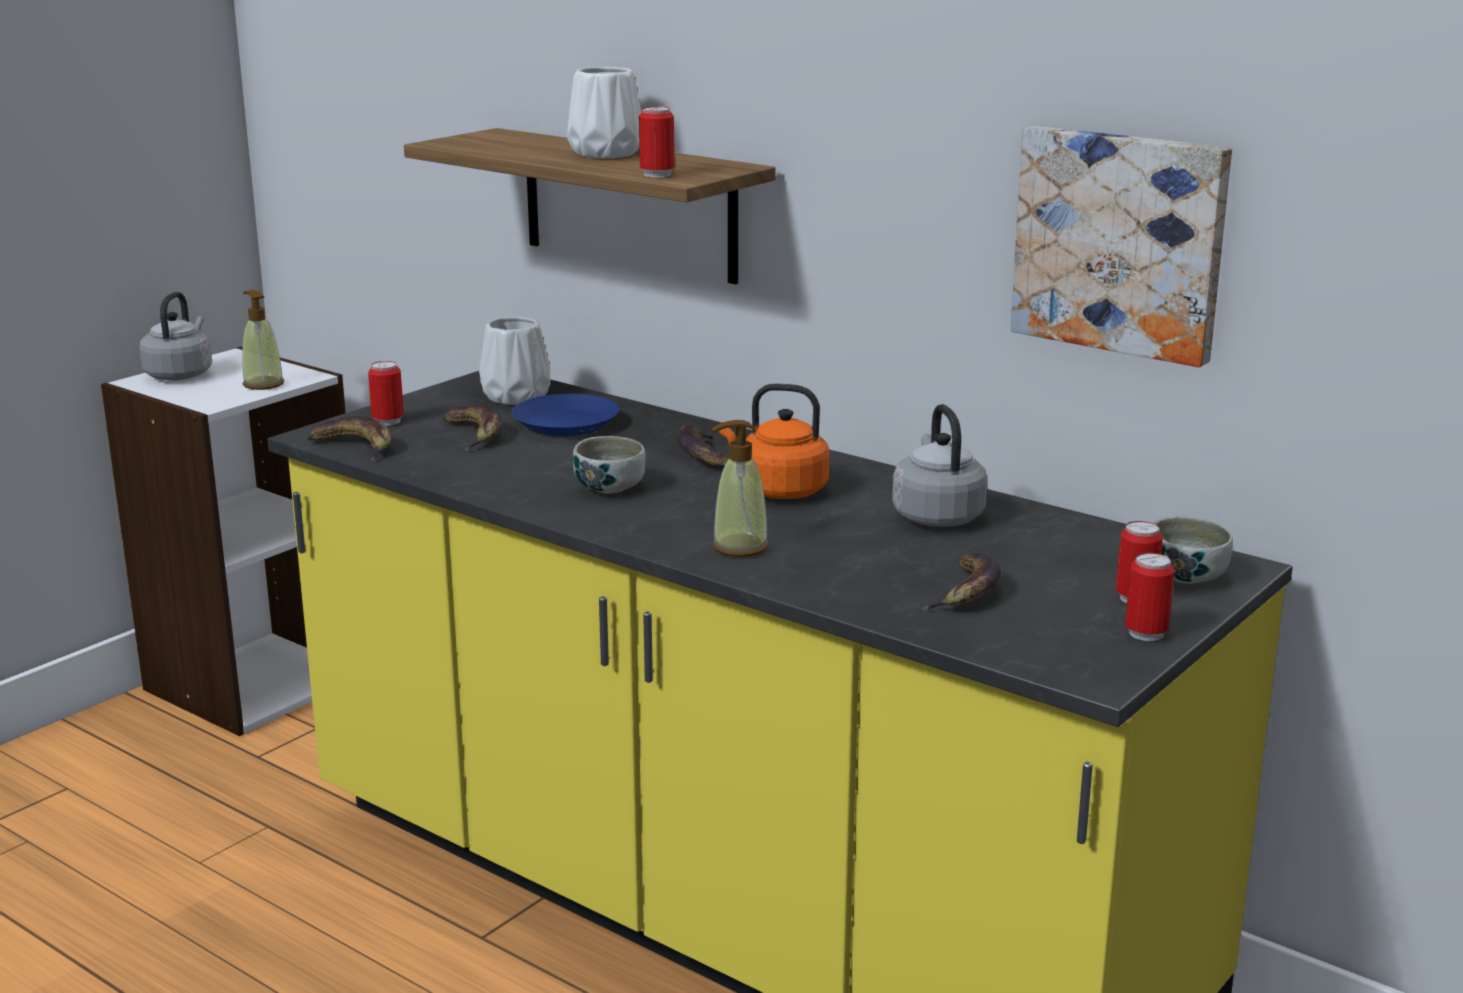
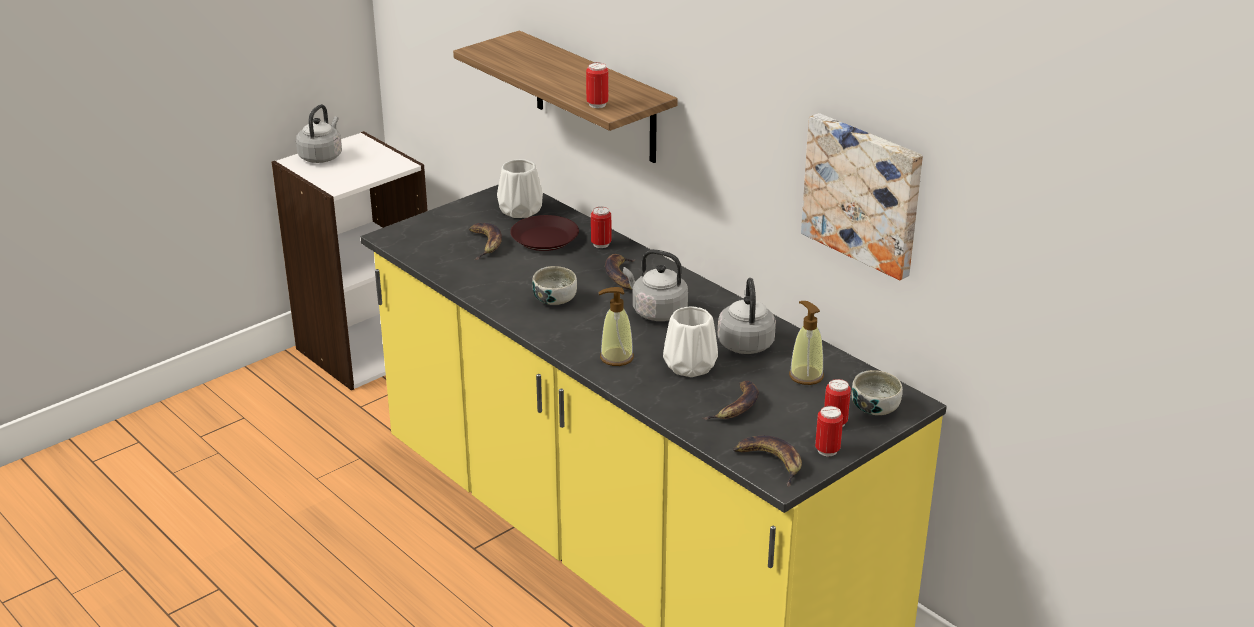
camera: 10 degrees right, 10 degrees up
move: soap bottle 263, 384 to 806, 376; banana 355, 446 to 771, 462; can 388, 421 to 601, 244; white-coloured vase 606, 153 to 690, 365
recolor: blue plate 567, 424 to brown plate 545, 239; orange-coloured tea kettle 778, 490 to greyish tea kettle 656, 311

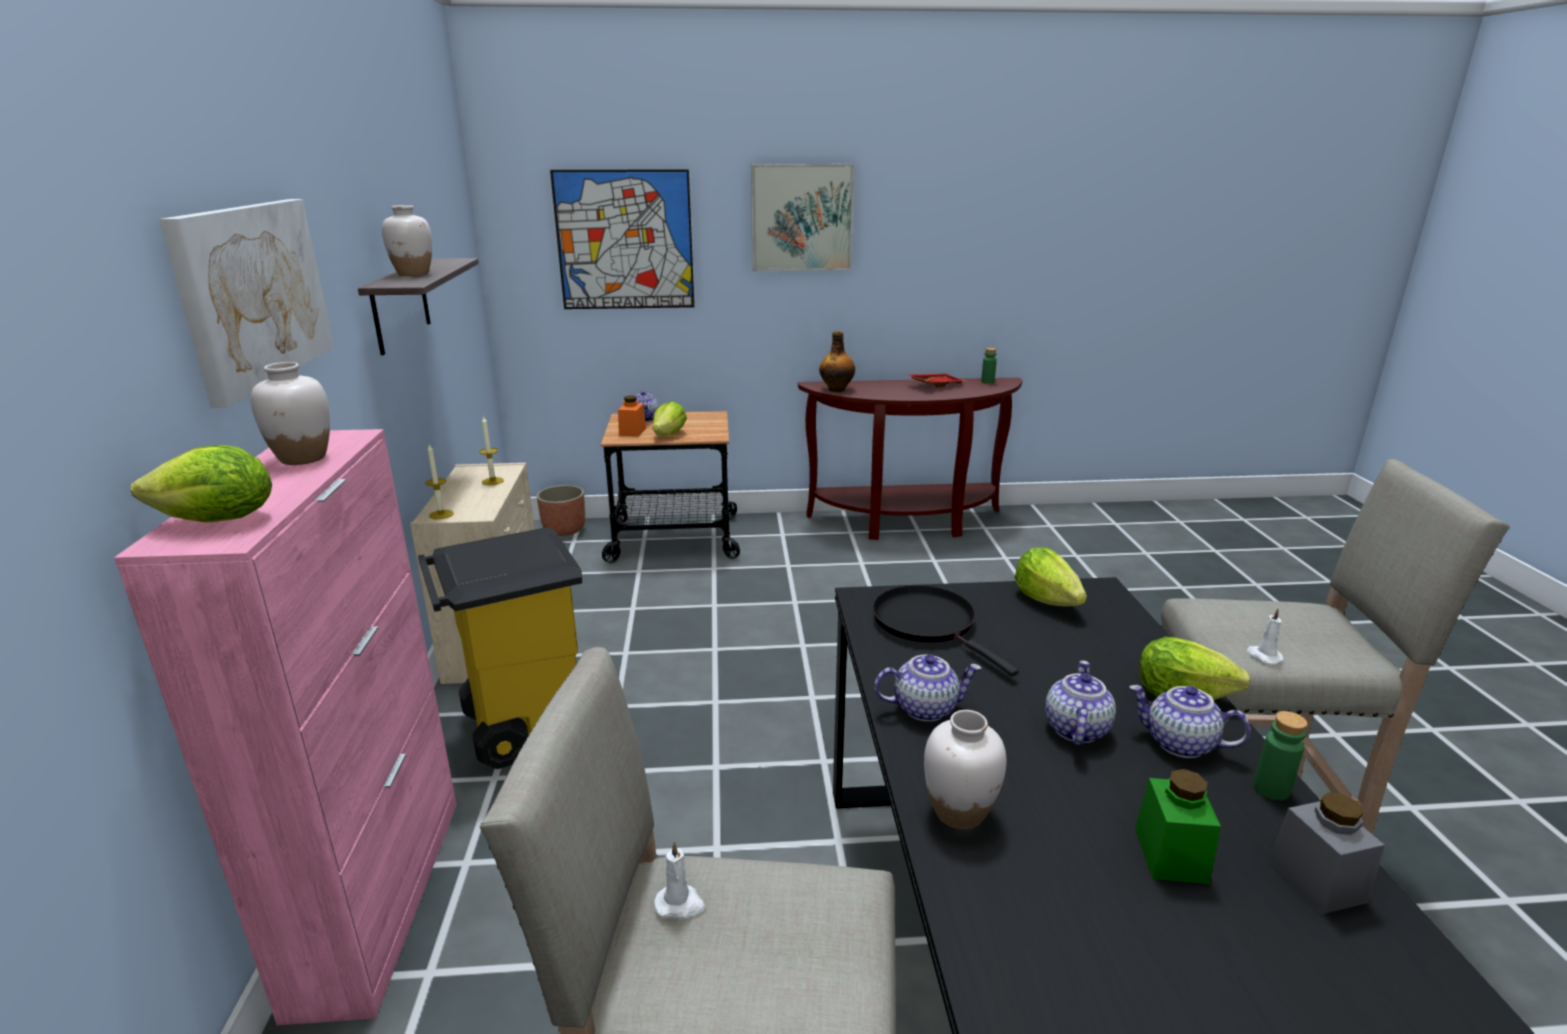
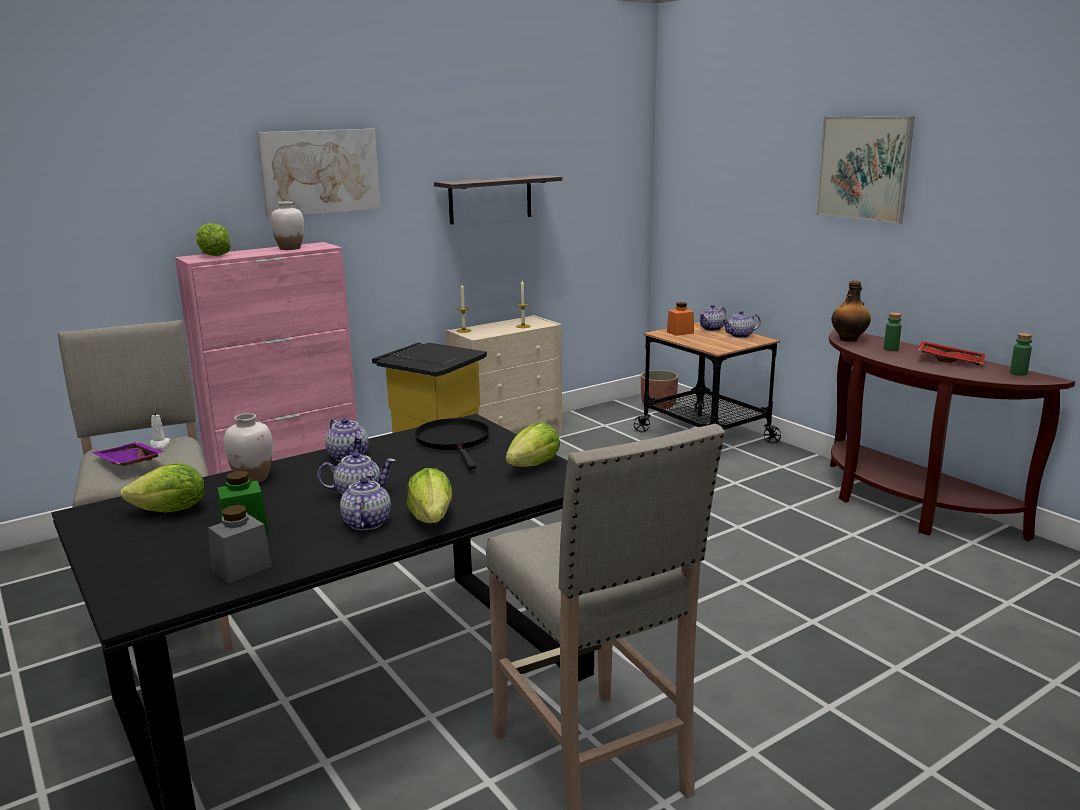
camera: 60 degrees right, 5 degrees down
delete: white-coloured vase 413, 274; picture 625, 240; white-coloured wax light 1263, 656
insert: purplish carrying tray 128, 464; tea pot 740, 336
move: lettuce 669, 434 to 171, 511; green drink bottle 1271, 789 to 890, 349
rotate: blackish frying pan 929, 623 = 454, 441 45 degrees counterclockwise

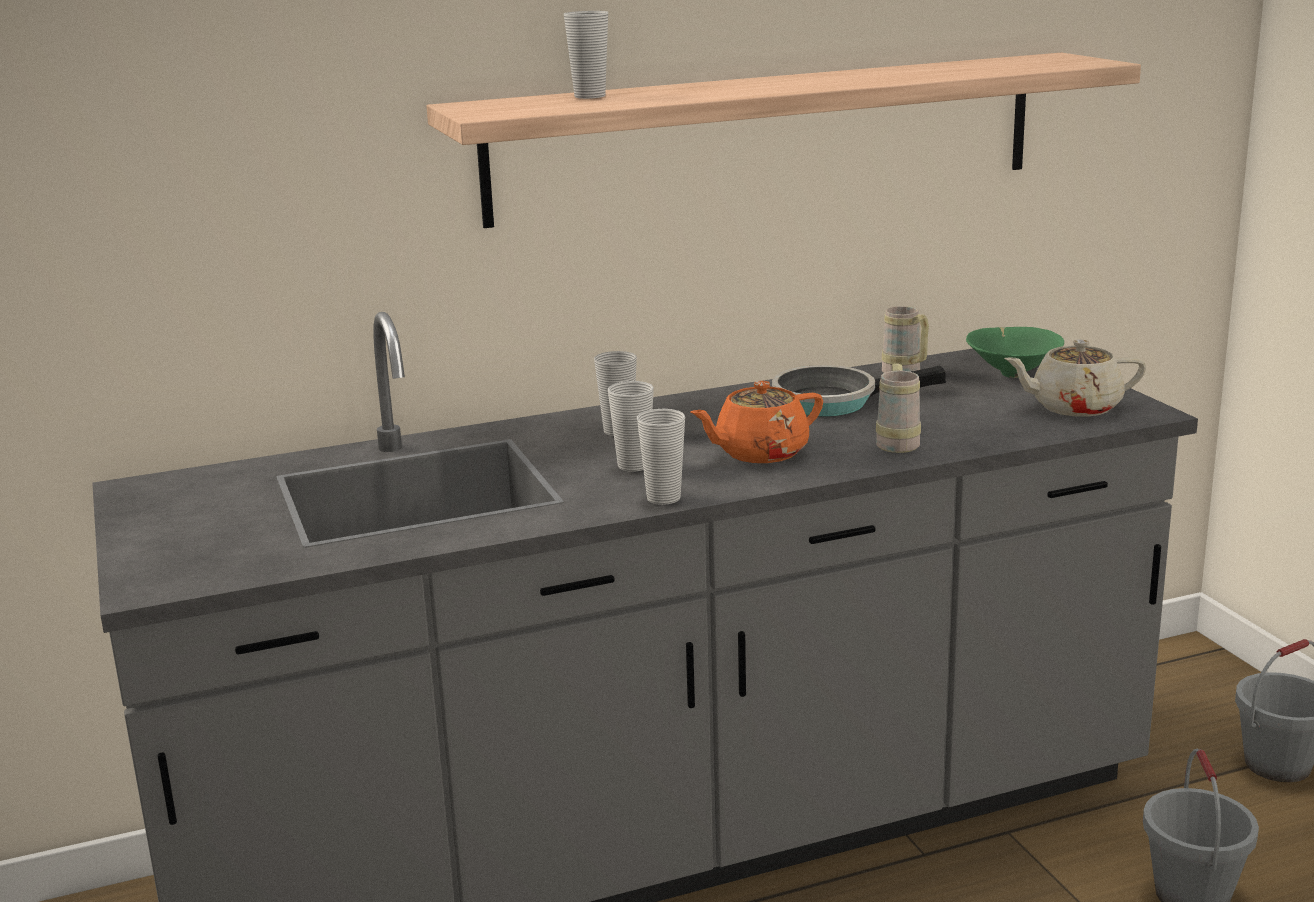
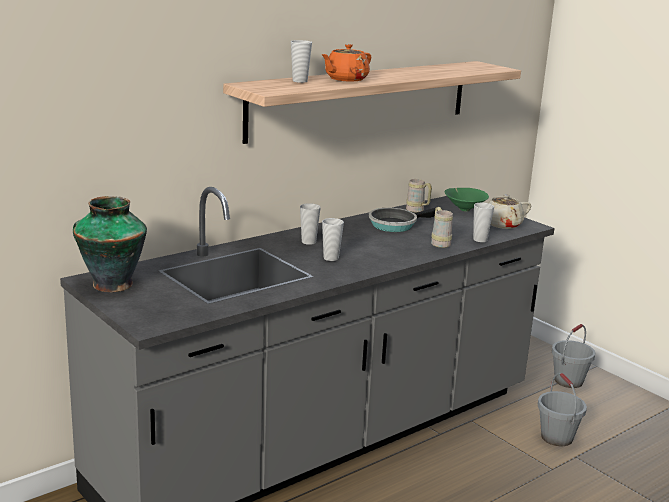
camera: 20 degrees left, 0 degrees up
insert: vase 111, 284
move: small cup 663, 498 to 480, 240; orange-coloured tea pot 759, 453 to 345, 79

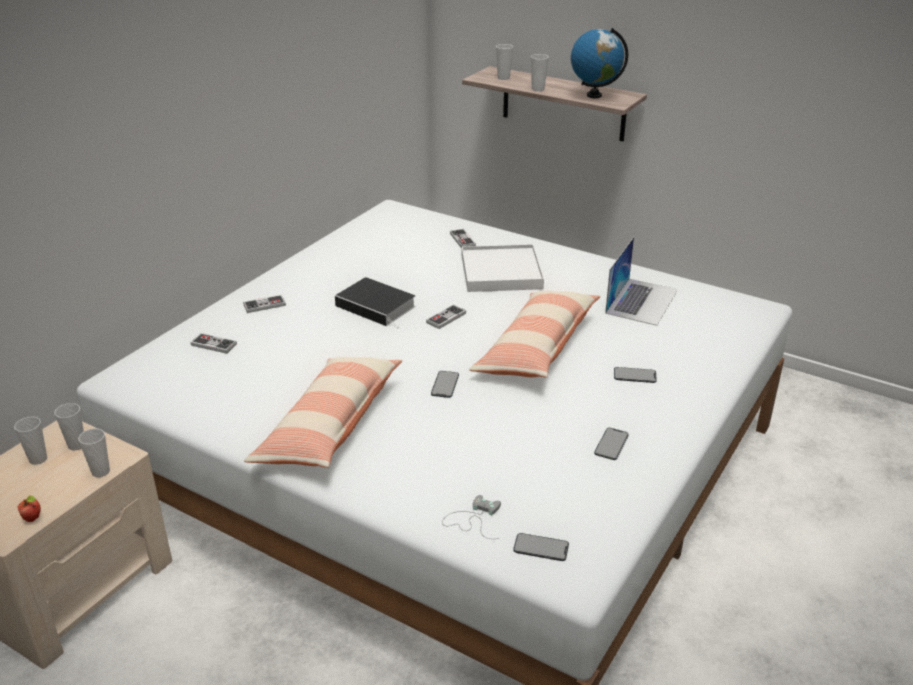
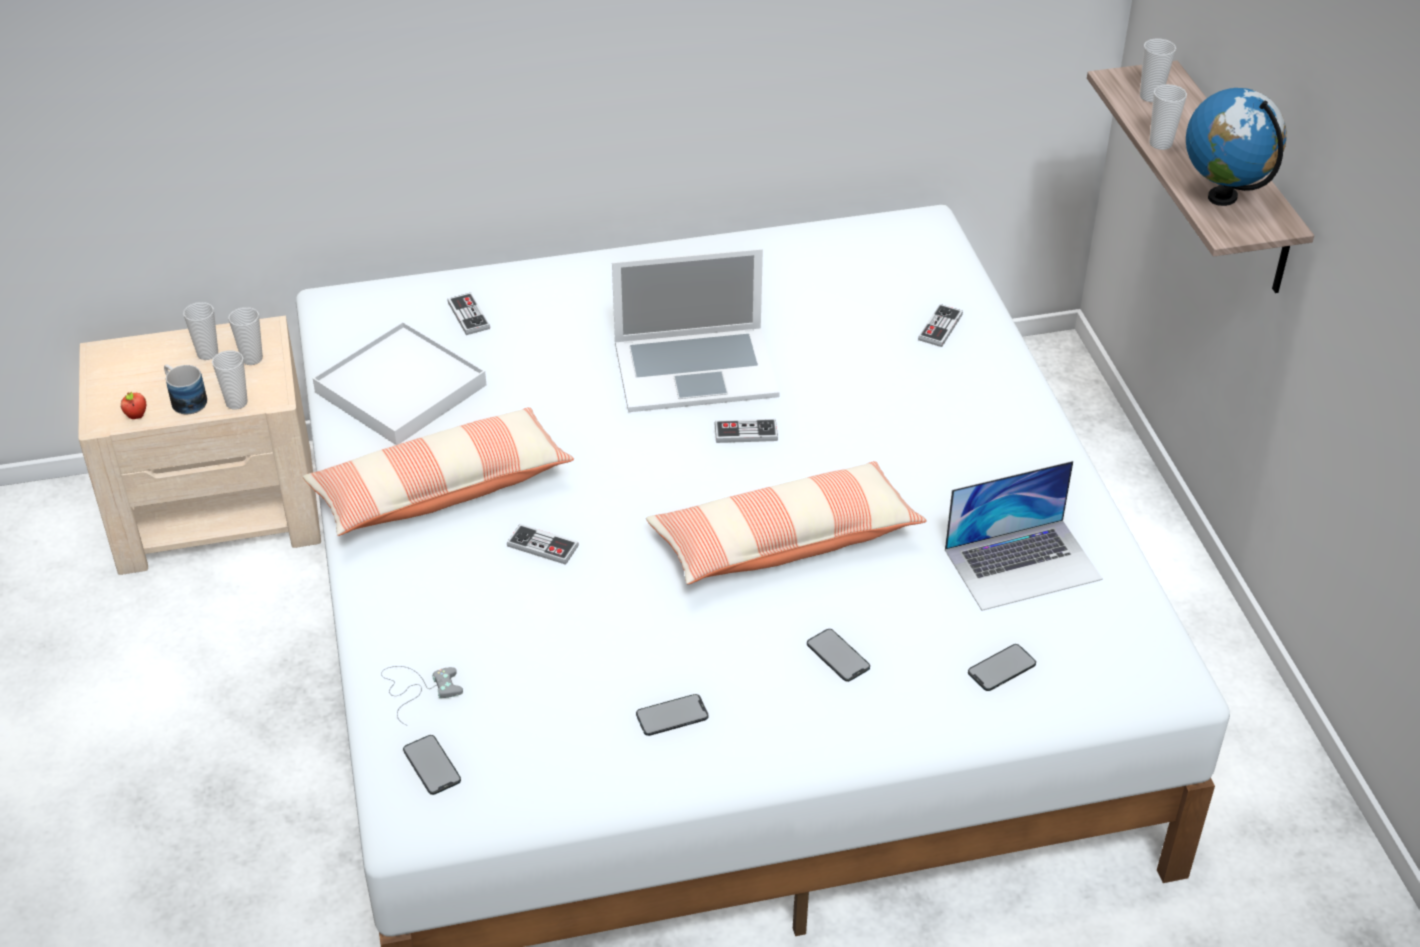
camera: 45 degrees right, 10 degrees up
insert: coffee mug 184, 400
move: gamepad 264, 305 to 542, 546; handset 445, 384 to 1001, 668; white-coloured carrying tray 501, 272 to 400, 389
replace: bound book 378, 306 to portable computer 695, 368

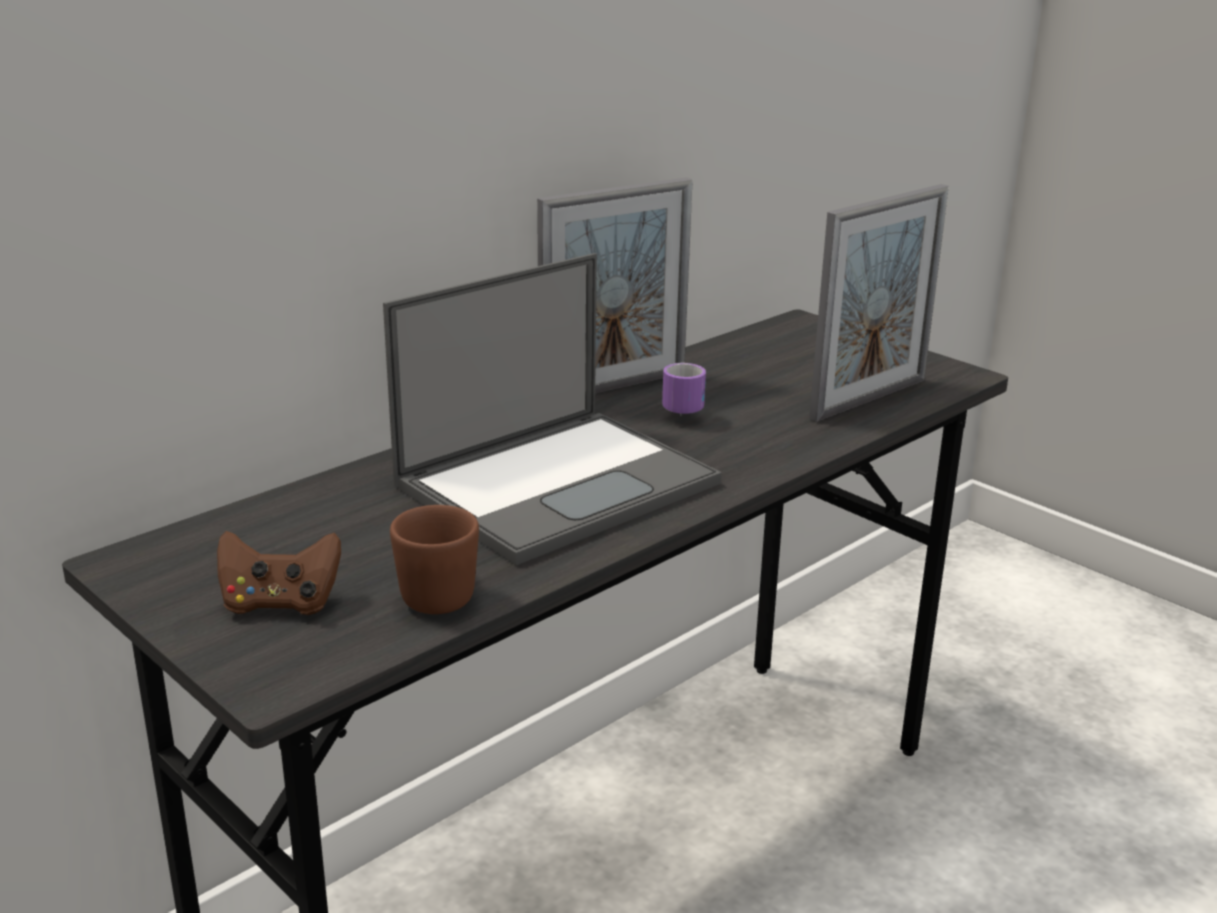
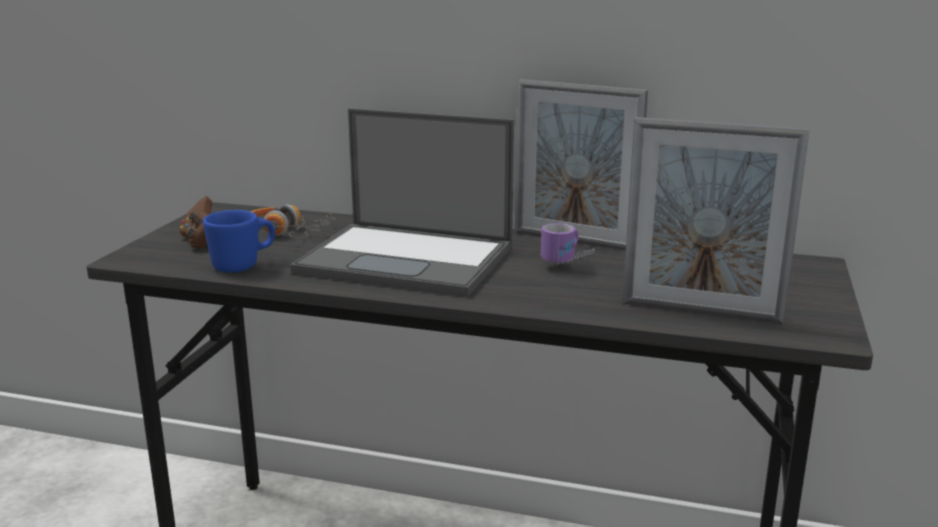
camera: 60 degrees right, 5 degrees down
insert: headphones 287, 233
recolor: brown coffee mug 437, 592 to blue coffee mug 243, 265

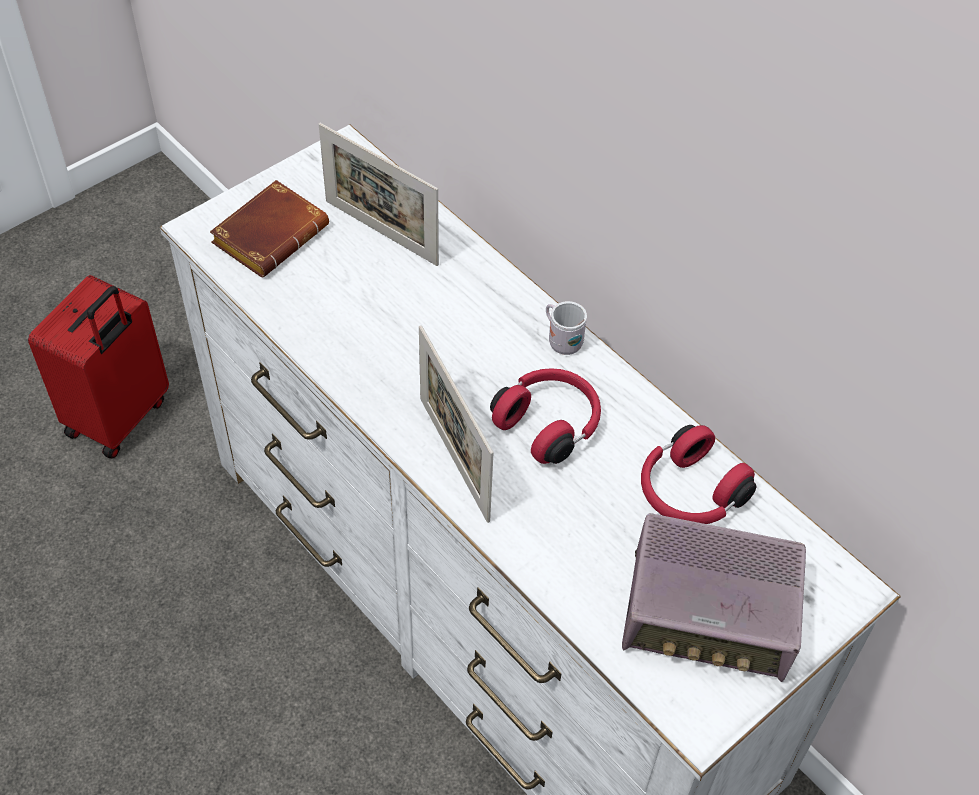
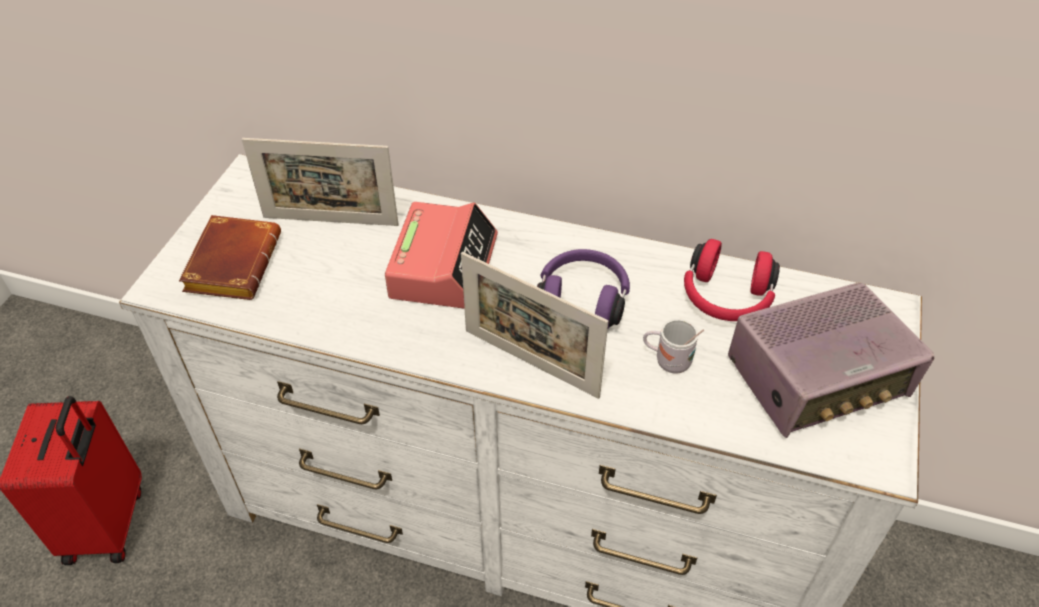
camera: 30 degrees left, 5 degrees down
insert: alarm clock 443, 266
move: white-coloured coffee mug 562, 340 to 667, 361
recolor: reddish headphones 549, 424 to purplish headphones 582, 300

